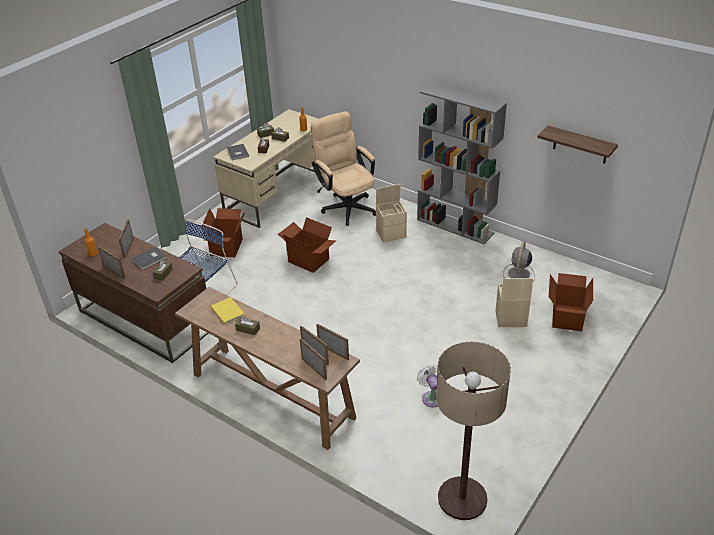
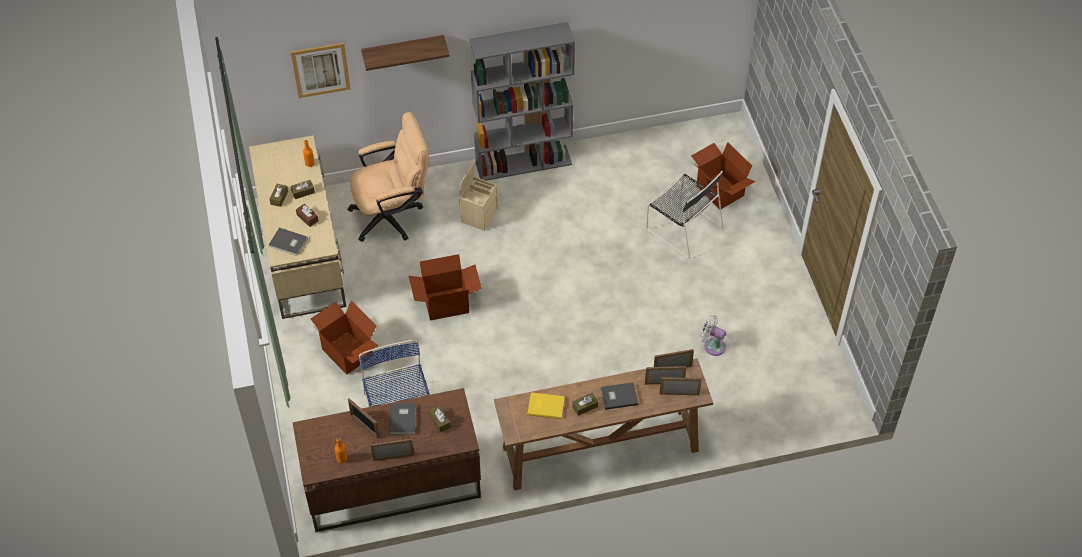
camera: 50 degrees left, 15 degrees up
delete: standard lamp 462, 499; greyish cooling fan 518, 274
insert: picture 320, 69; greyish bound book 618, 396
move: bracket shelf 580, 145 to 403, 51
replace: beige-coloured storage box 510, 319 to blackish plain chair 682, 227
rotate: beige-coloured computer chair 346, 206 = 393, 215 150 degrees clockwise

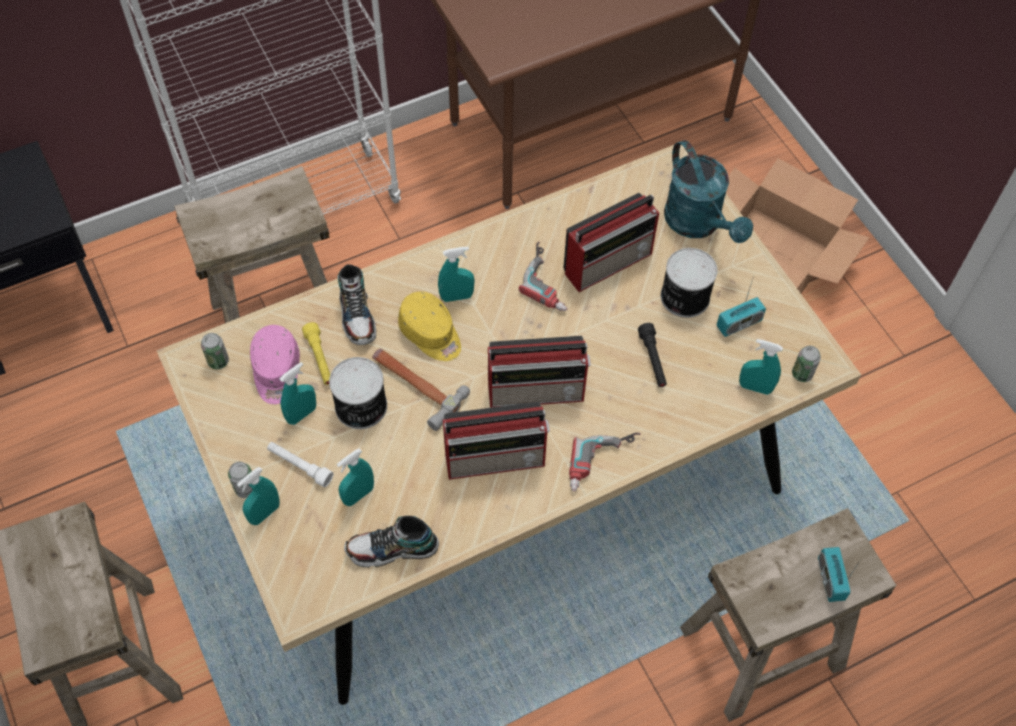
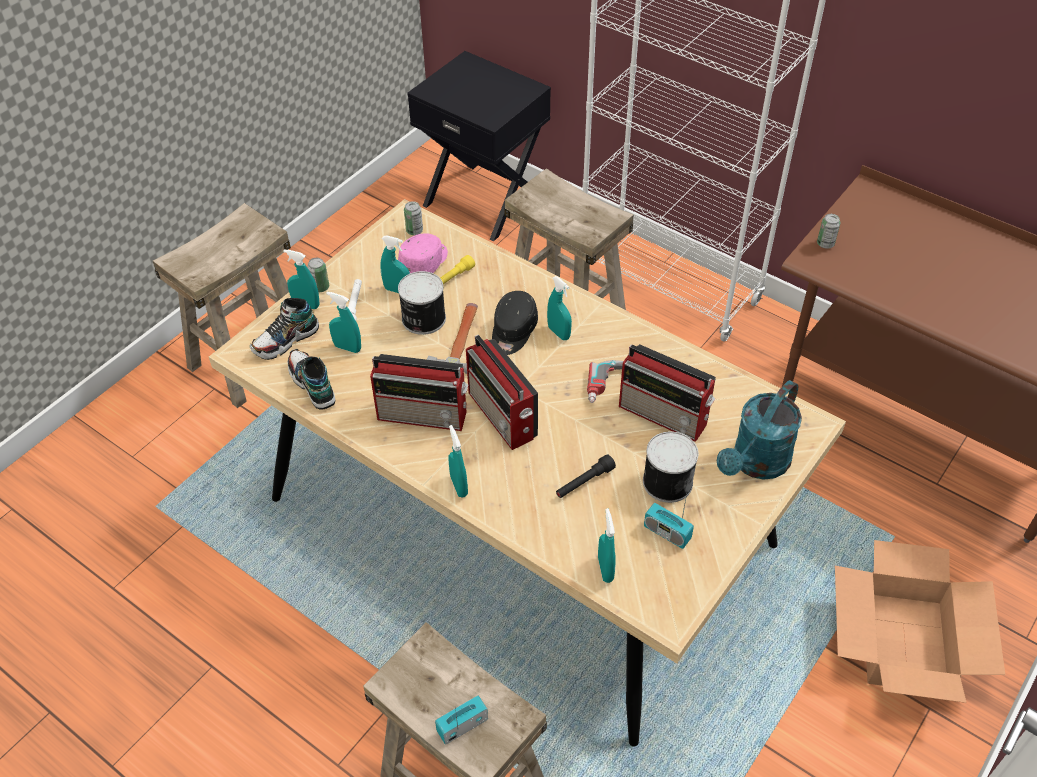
camera: 65 degrees right, 10 degrees down
move: item of footwear 357, 315 to 286, 341; can 802, 374 to 825, 244
replace: drill 604, 464 to turquoise-coloured hand sprayer 459, 486
recolor: yellow baseball cap 431, 334 to blackish baseball cap 513, 332
rotate: pink-coloured baseball cap 276, 371 = 425, 262 150 degrees clockwise; radio set 497, 458 = 424, 415 45 degrees counterclockwise

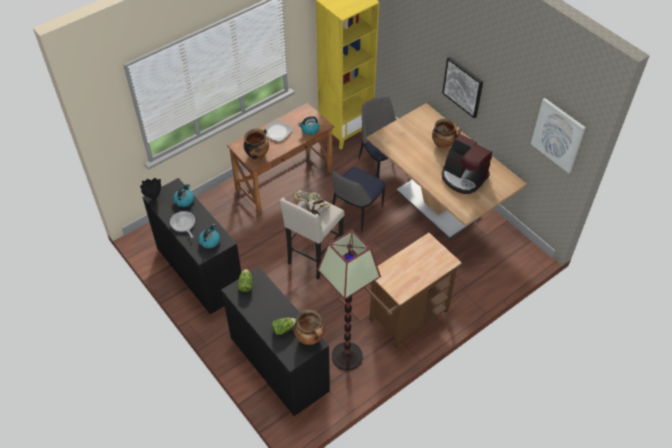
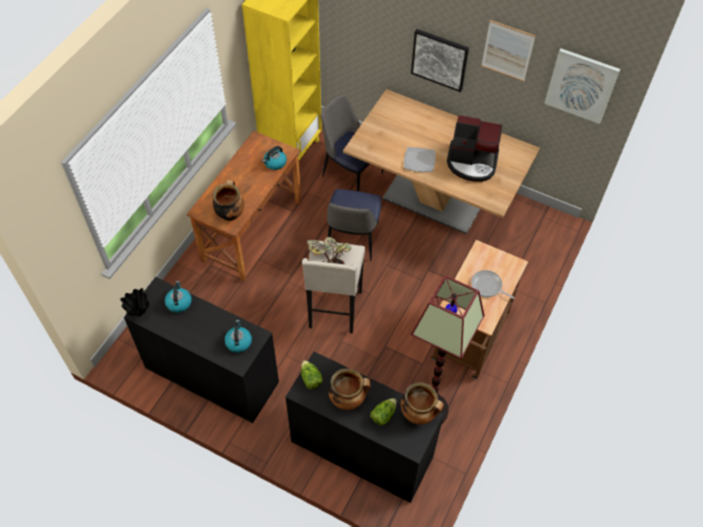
camera: 25 degrees left, 5 degrees up
insert: picture 507, 51
move: frying pan 183, 224 to 487, 286; plate 277, 131 to 419, 160; stockpot 443, 144 to 348, 399

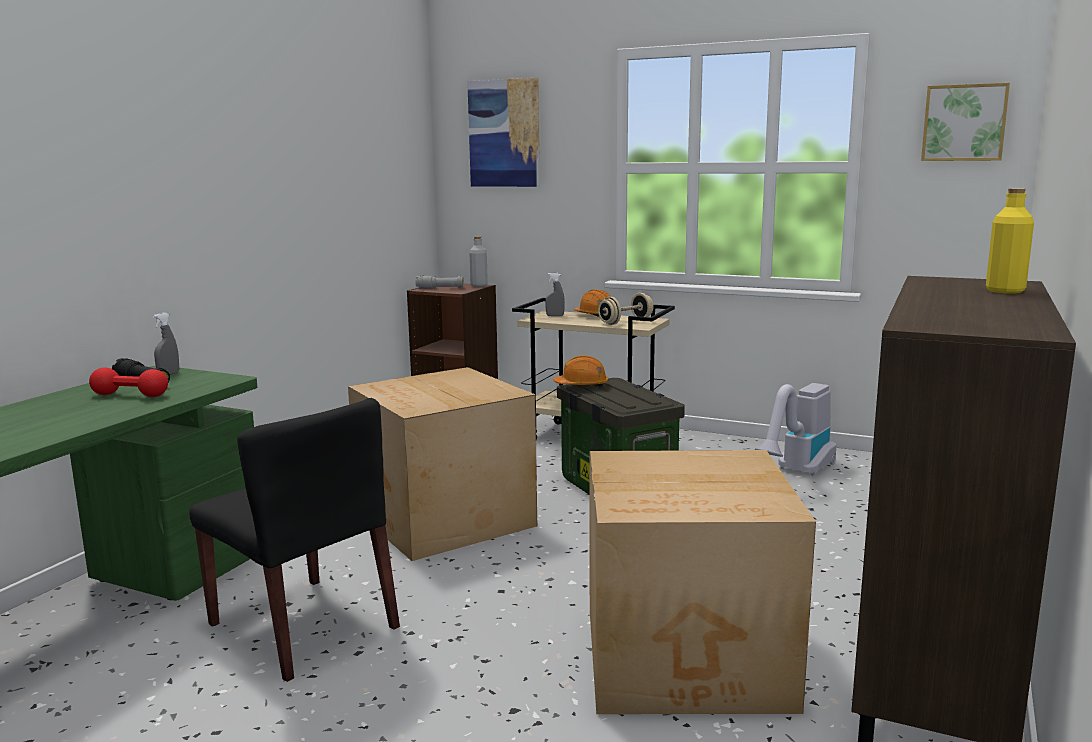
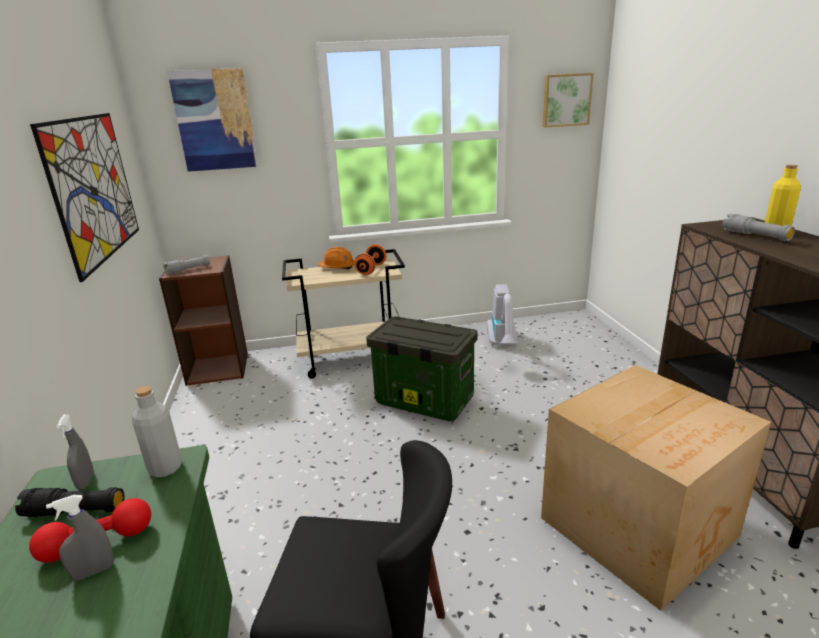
camera: 35 degrees left, 10 degrees up
delete: cardboard box 444, 520; orange-coloured safety helmet 582, 385
insert: picture 94, 188; greyish torch 755, 236
move: greyish drink bottle 479, 285 to 165, 468; greyish hand sprayer 555, 316 to 94, 571
recolor: beige-coloured free weight 625, 322 to orange-coloured free weight 371, 269

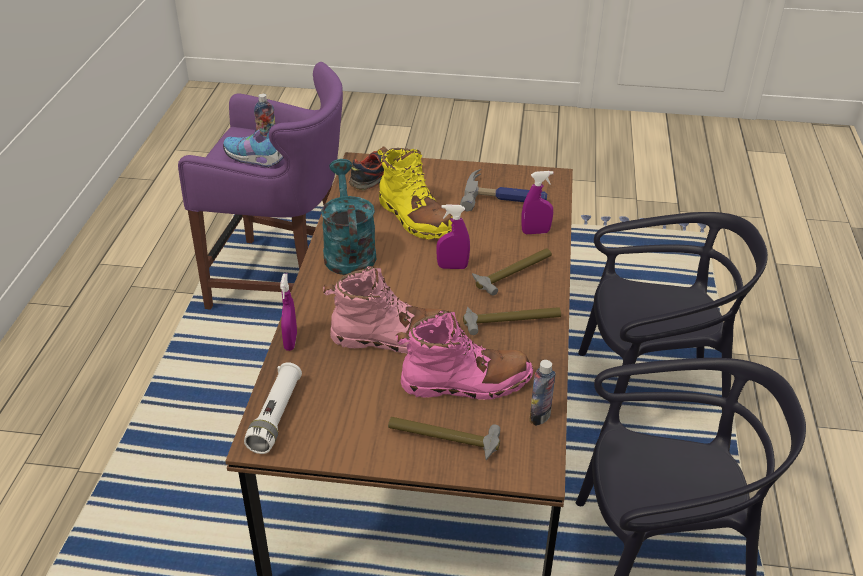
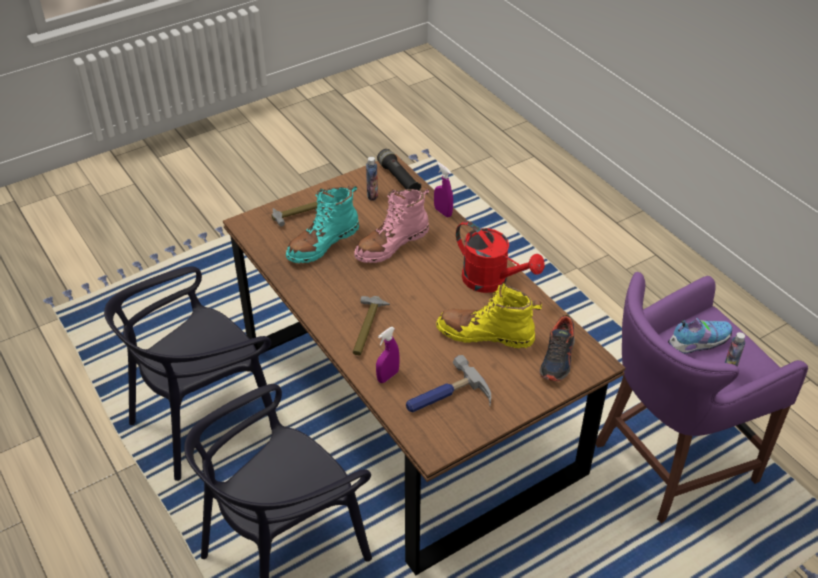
camera: 140 degrees right, 5 degrees up
delete: purplish hand sprayer 452, 267; tool hammer 511, 321
move: drink bottle 540, 416 to 372, 195
recolor: white-coloured torch 276, 416 to blackish torch 398, 179; turquoise-coloured watering can 348, 251 to reddish watering can 492, 281; pink-coloured tall boot 466, 383 to turquoise-coloured tall boot 323, 243

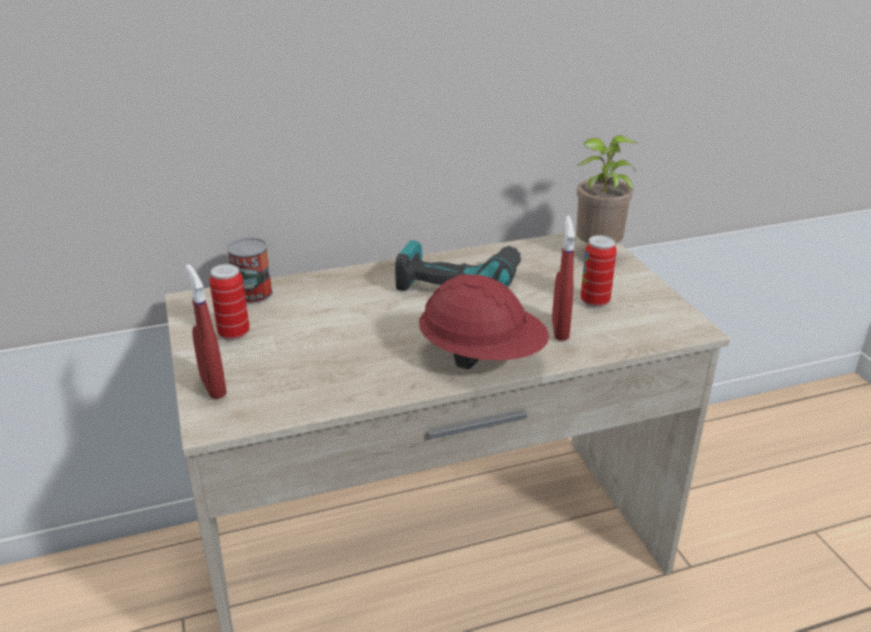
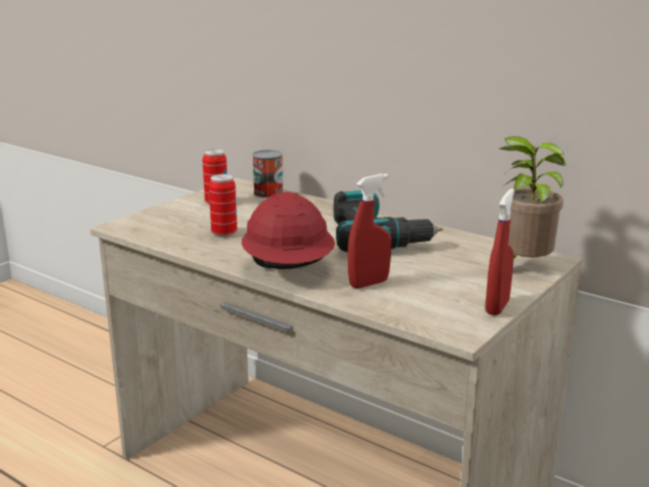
camera: 55 degrees right, 10 degrees down
move: reddish hand sprayer 213, 387 to 497, 307; can 594, 301 to 224, 233

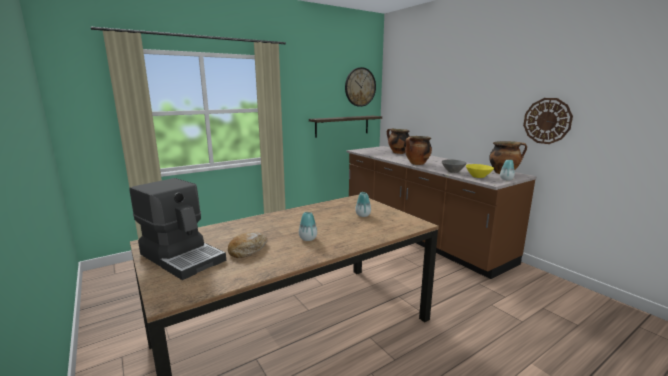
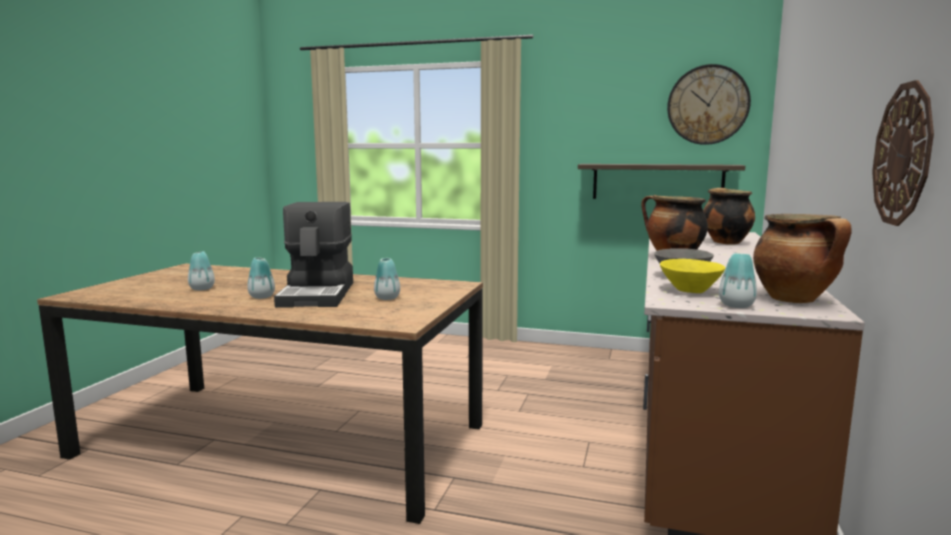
camera: 50 degrees right, 5 degrees down
move: coffee machine 183, 257 to 319, 294
replace: bakery bread 248, 250 to vase 202, 289

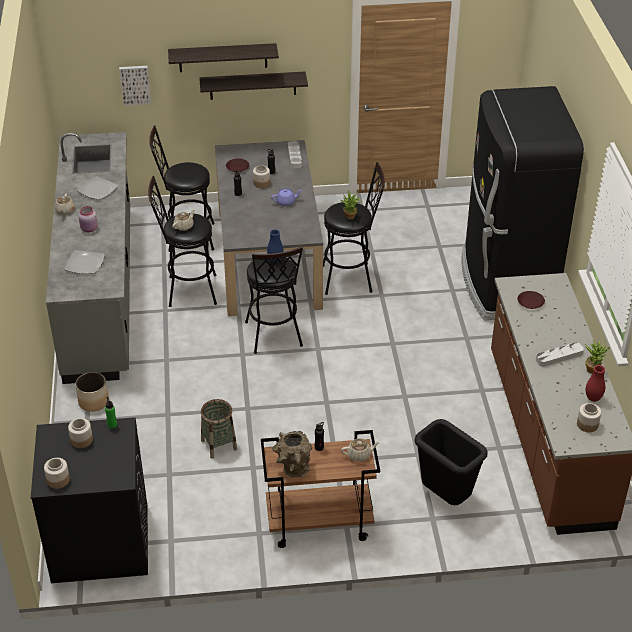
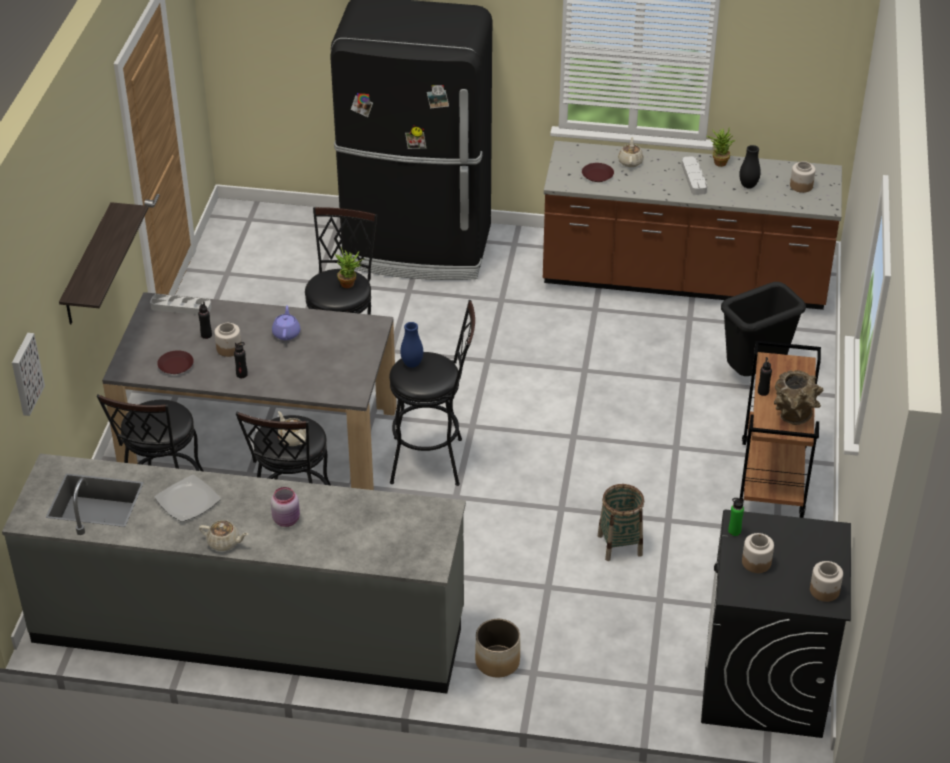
camera: 75 degrees left, 0 degrees up
delete: plate 85, 264; bracket shelf 223, 57; reddish vase 593, 398
insert: blackish vase 748, 186
move: beige-coloured tea pot 359, 455 to 630, 161

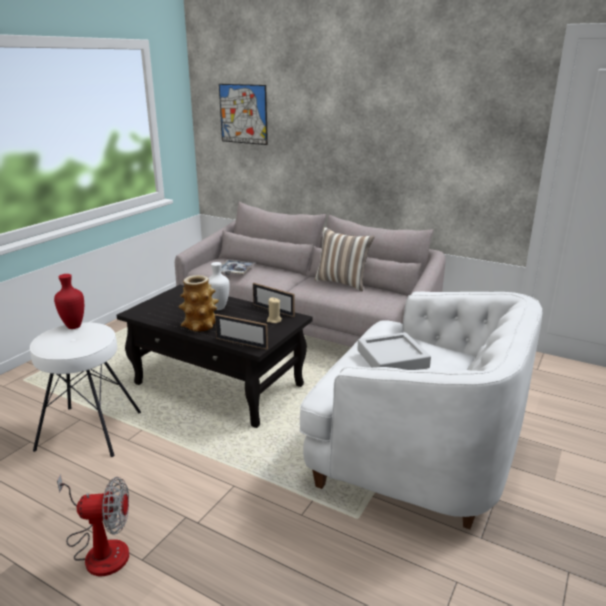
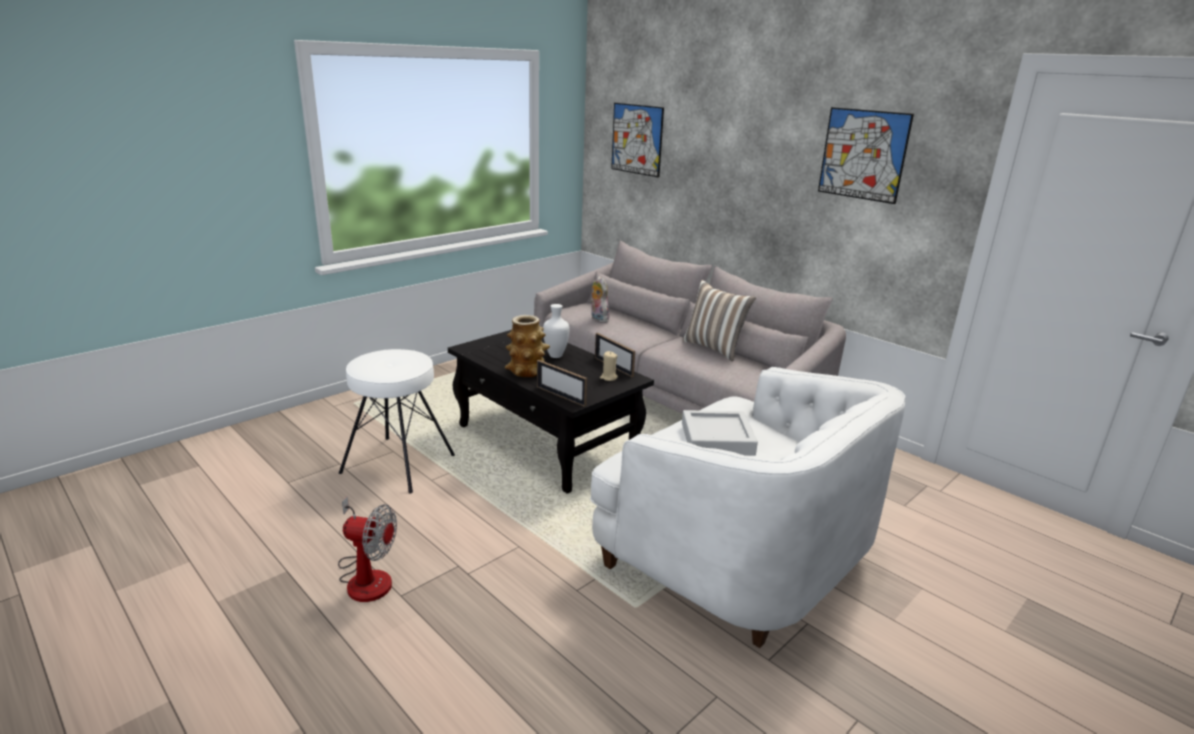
camera: 15 degrees right, 0 degrees up
delete: reddish vase 75, 326
insert: picture 863, 154
replace: carrying tray 235, 271 to soft toy 598, 319

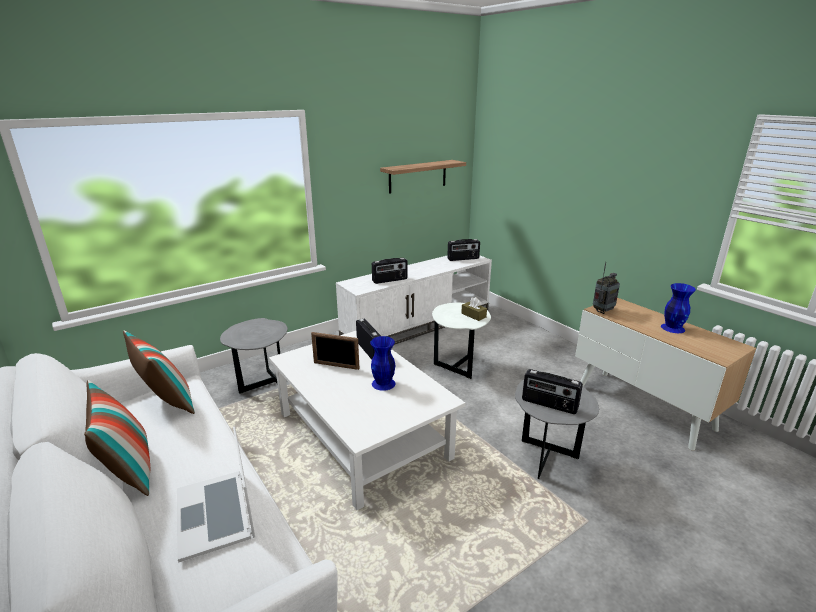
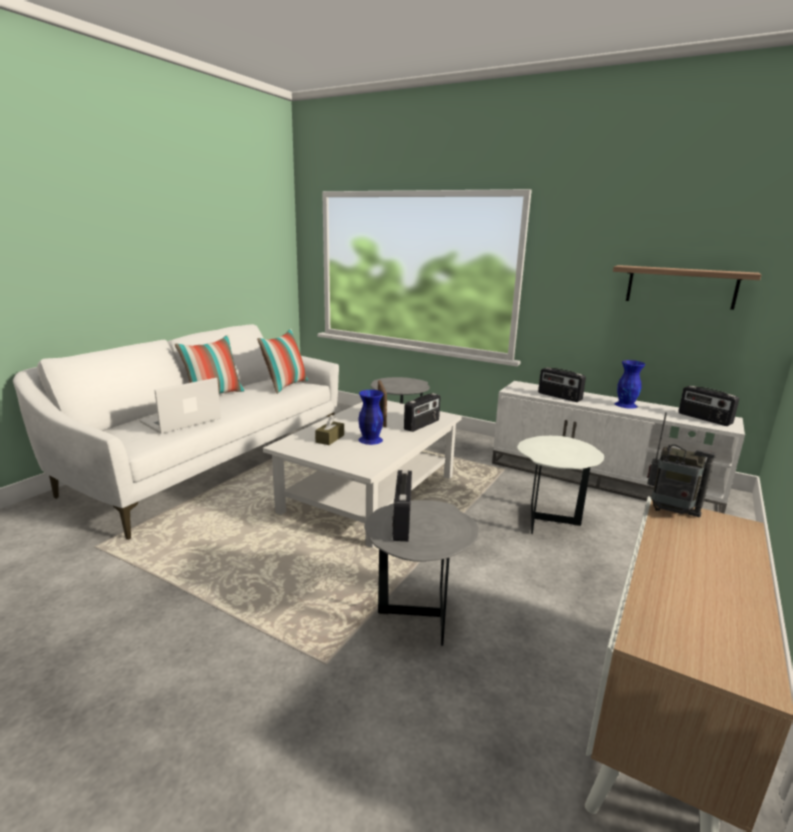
camera: 65 degrees right, 5 degrees down
move: brown box of tissues 473, 315 to 330, 439; blue vase 672, 328 to 626, 405

